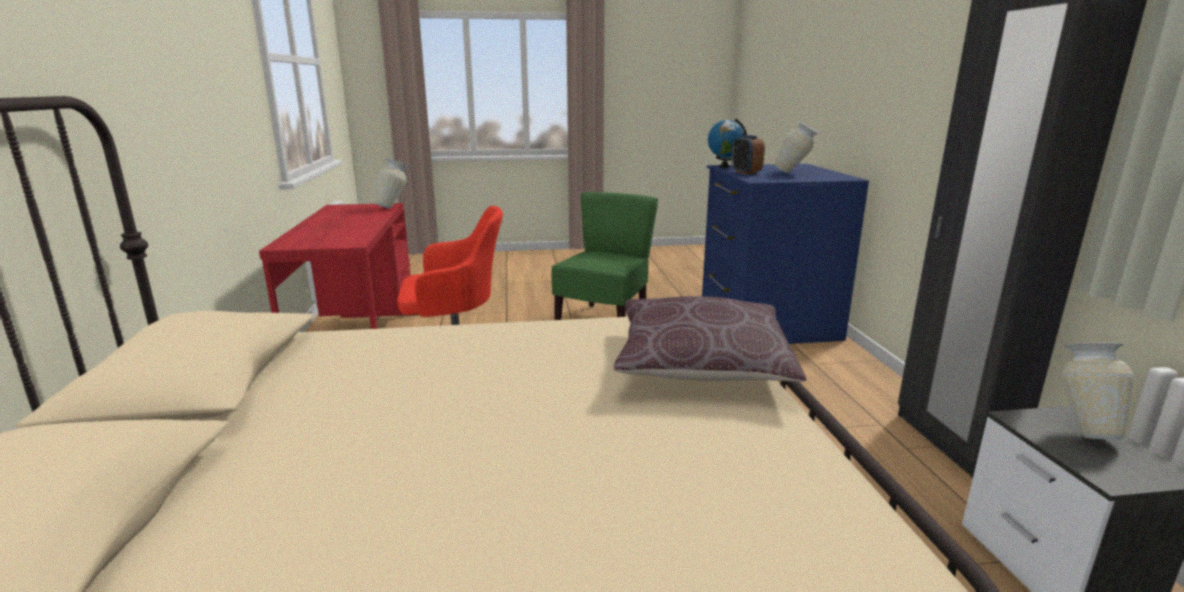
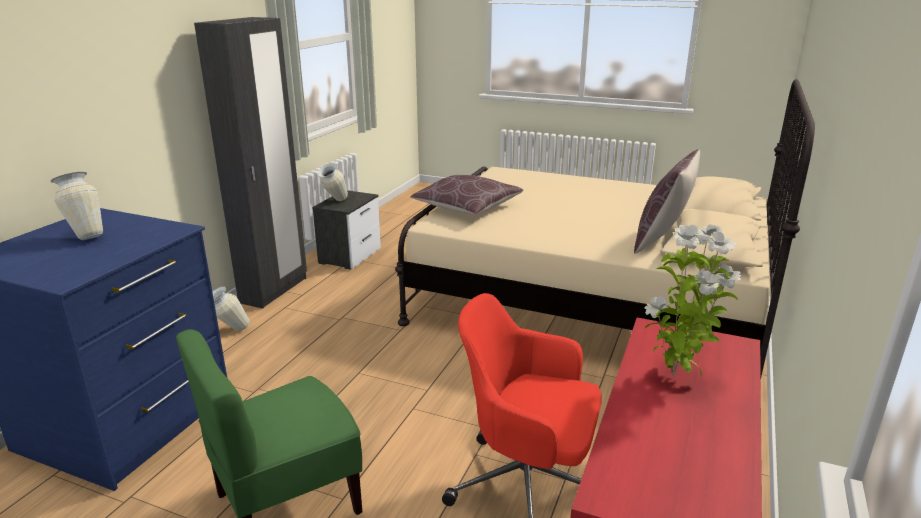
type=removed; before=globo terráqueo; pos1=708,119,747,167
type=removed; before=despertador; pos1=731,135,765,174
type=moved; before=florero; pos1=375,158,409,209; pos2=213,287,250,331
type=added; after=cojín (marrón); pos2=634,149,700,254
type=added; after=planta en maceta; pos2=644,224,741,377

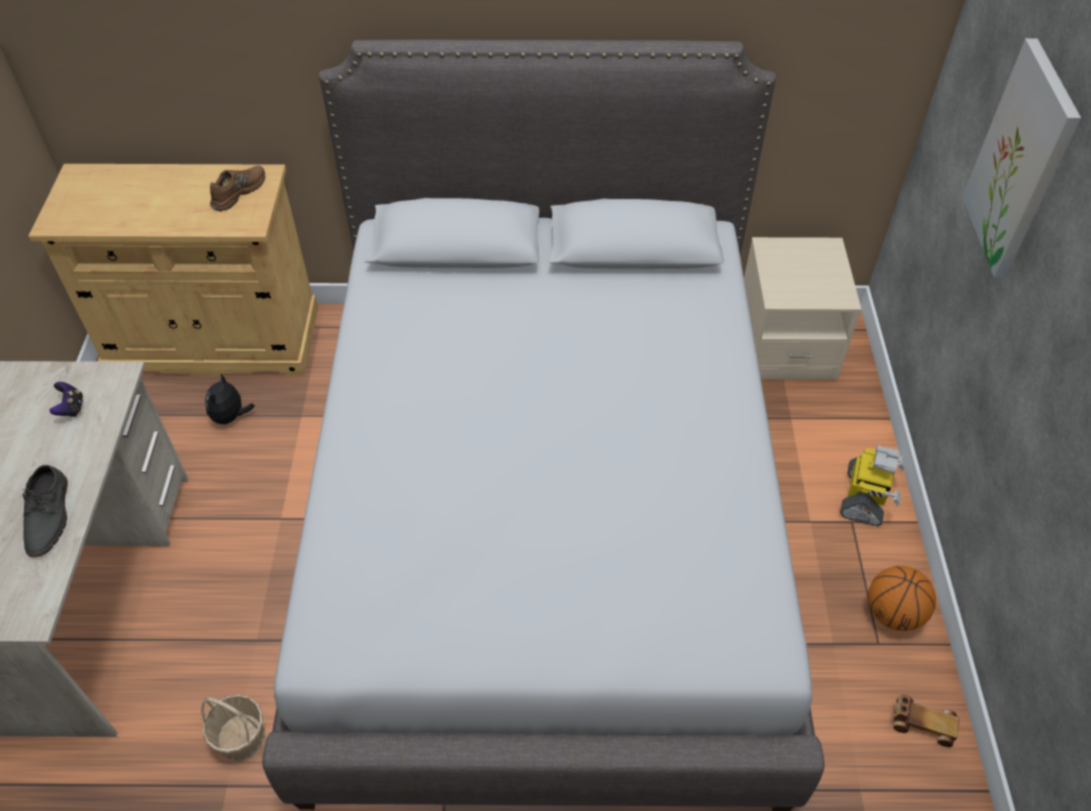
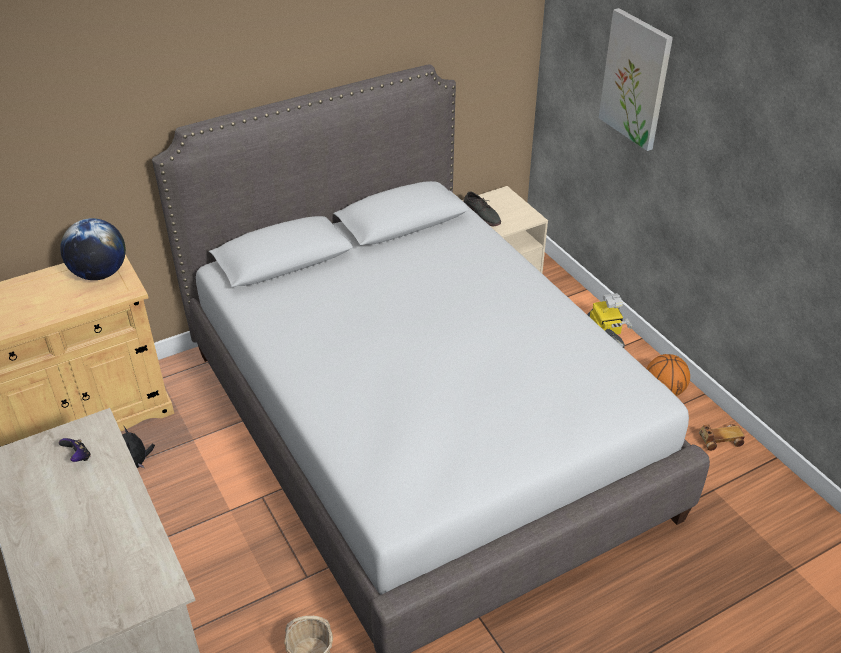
type=replaced; before=zapato (marrón); after=globo terráqueo; pos1=210,166,265,211; pos2=60,218,126,280
type=moved; before=zapato (gris); pos1=22,465,68,557; pos2=463,191,501,226

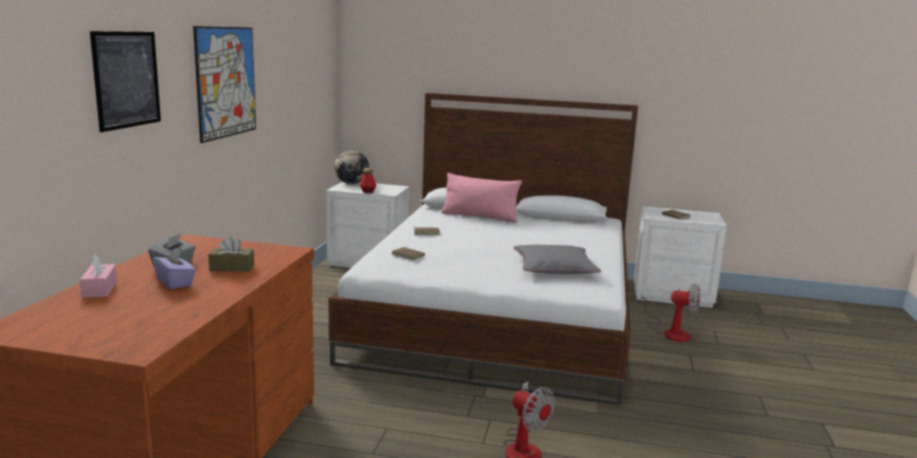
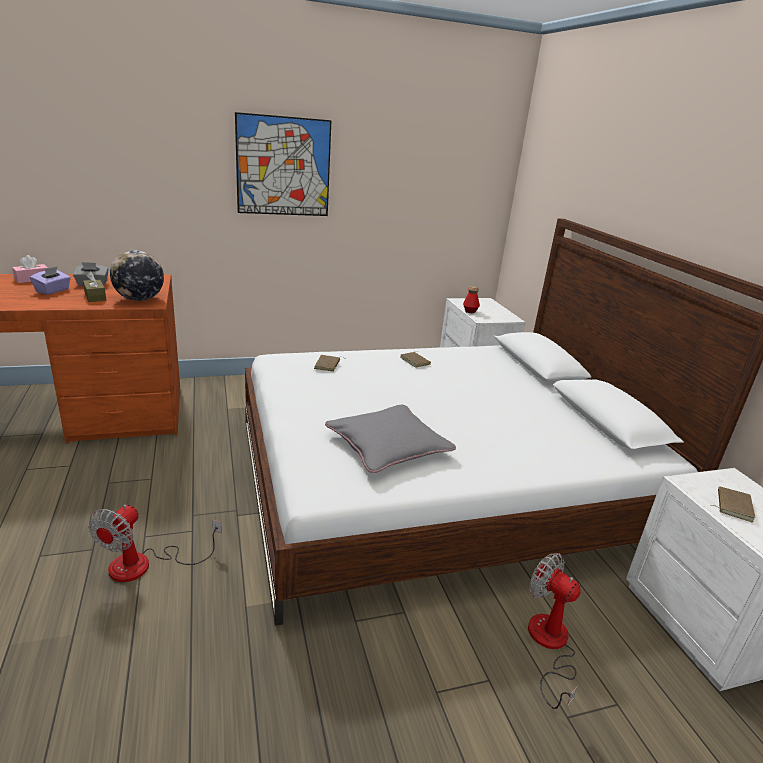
type=removed; before=cuadro; pos1=90,31,161,132
type=moved; before=globo terráqueo; pos1=335,150,369,184; pos2=110,250,164,301
type=removed; before=cojín (rosa); pos1=441,173,522,223
type=turned; before=ventilador; pos1=641,284,700,342; pos2=528,553,581,709; turn=150

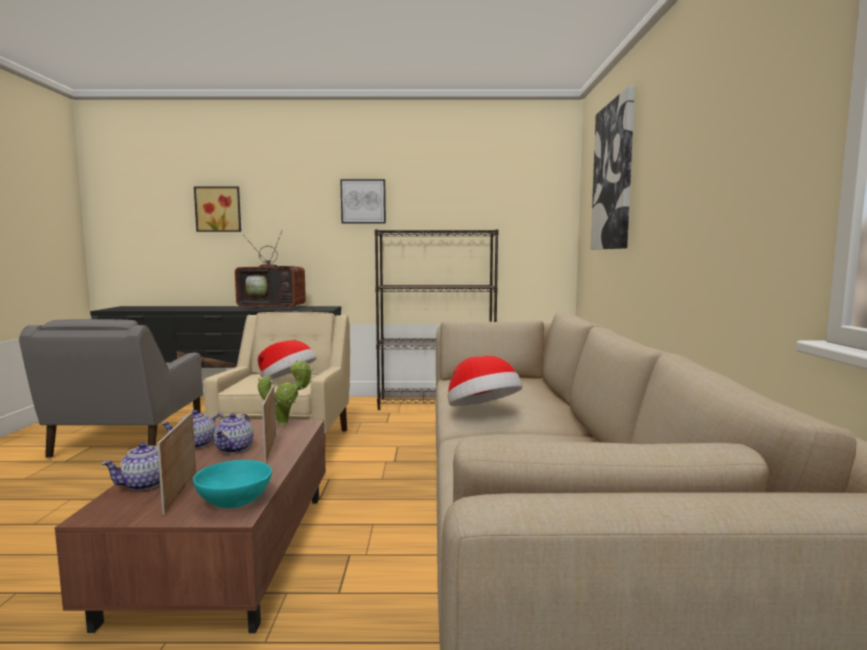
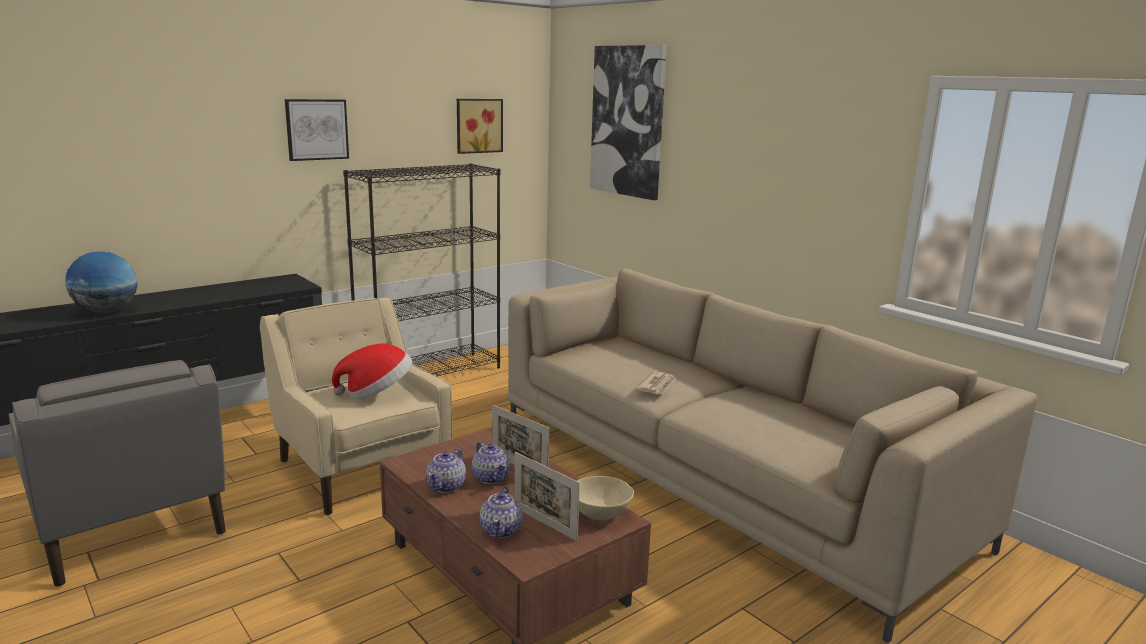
type=moved; before=cuadro; pos1=194,187,241,232; pos2=457,99,503,154
type=removed; before=televisor; pos1=235,231,314,310
type=replaced; before=sombrero; after=periódico; pos1=448,356,522,406; pos2=636,371,675,394
type=removed; before=planta en maceta; pos1=258,360,313,425
type=recoloured; before=cuenco (turquesa); after=cuenco (beis); pos1=193,460,272,508; pos2=577,476,634,520
type=added; after=globo terráqueo; pos2=65,252,138,313

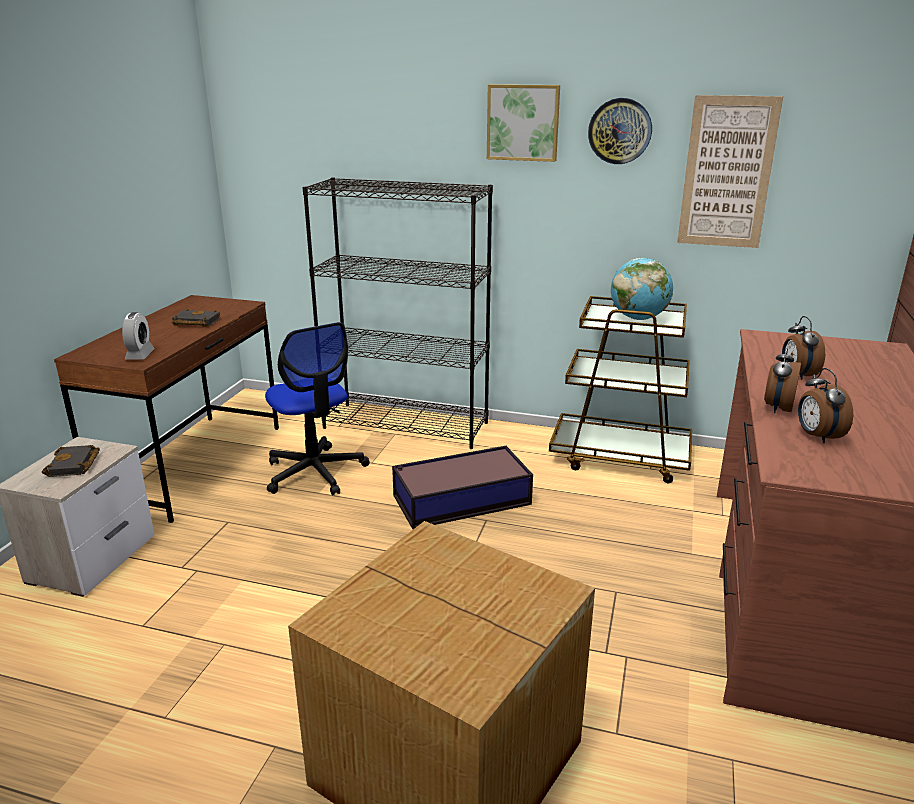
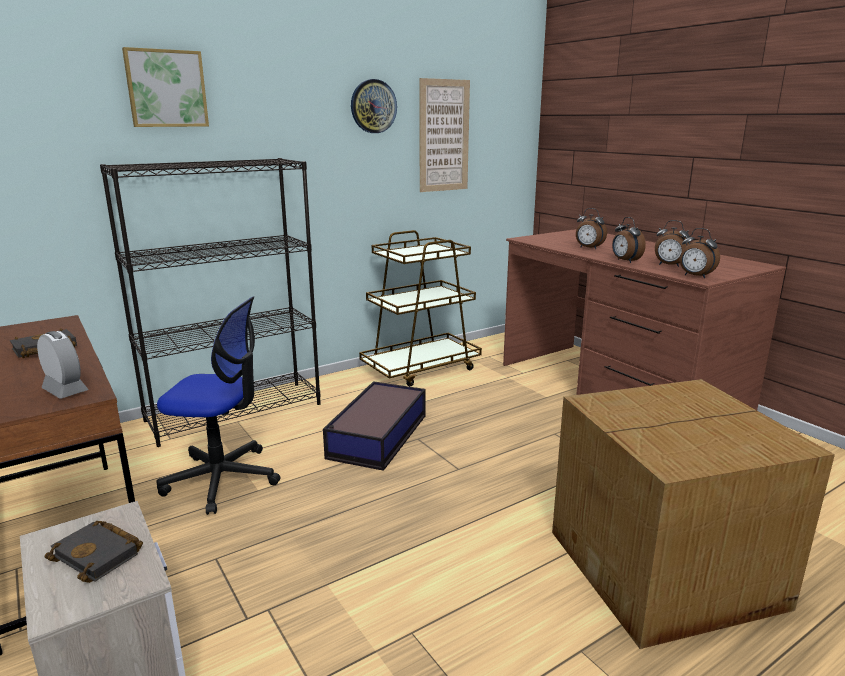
type=moved; before=cuadro; pos1=487,84,560,162; pos2=122,47,209,127
type=removed; before=globo terráqueo; pos1=611,258,673,320
type=added; after=despertador; pos2=680,228,720,278

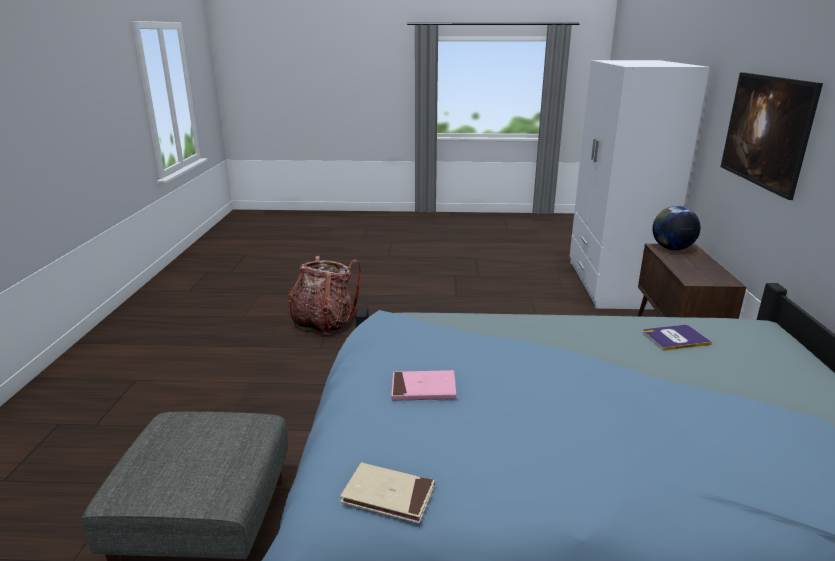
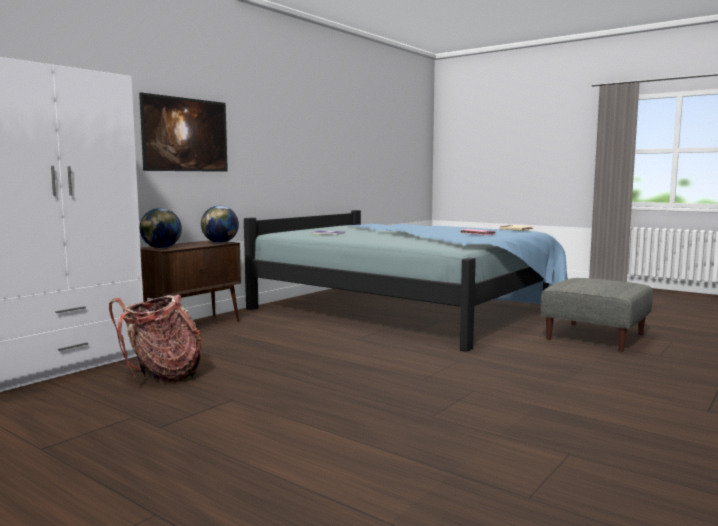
type=moved; before=mochila; pos1=289,256,362,335; pos2=109,295,201,382
type=added; after=globo terráqueo; pos2=201,206,239,243

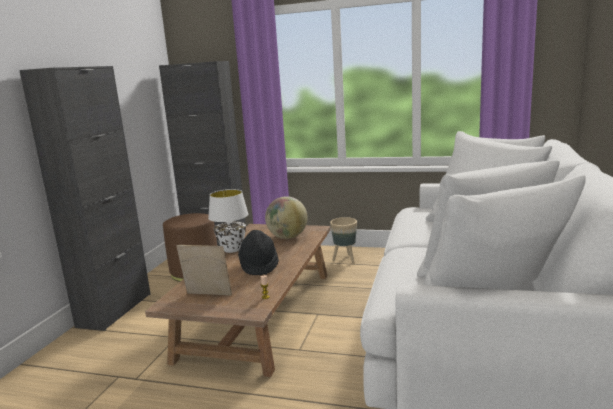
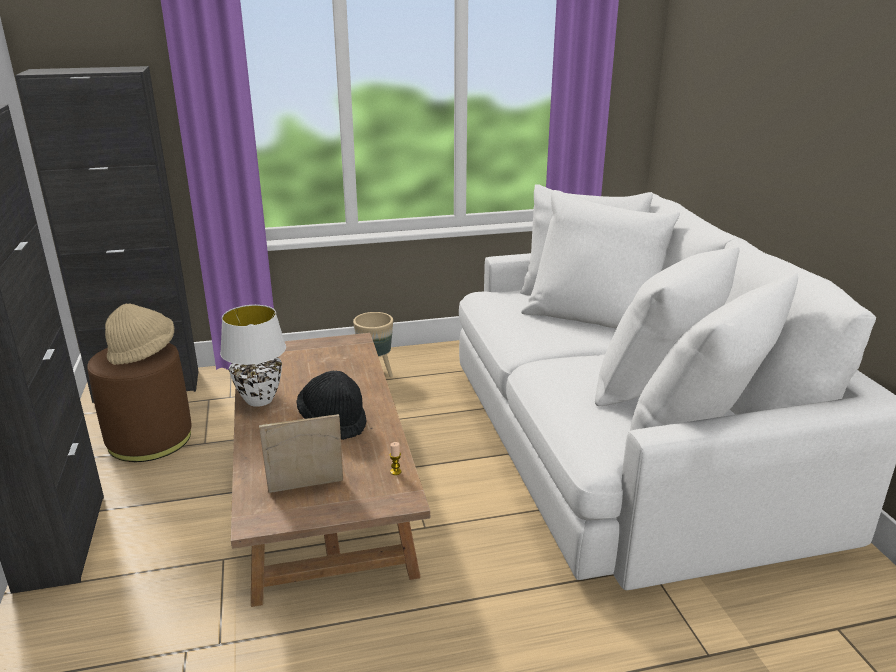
type=removed; before=globo terráqueo; pos1=265,196,308,239
type=added; after=sombrero (beis); pos2=105,303,174,365

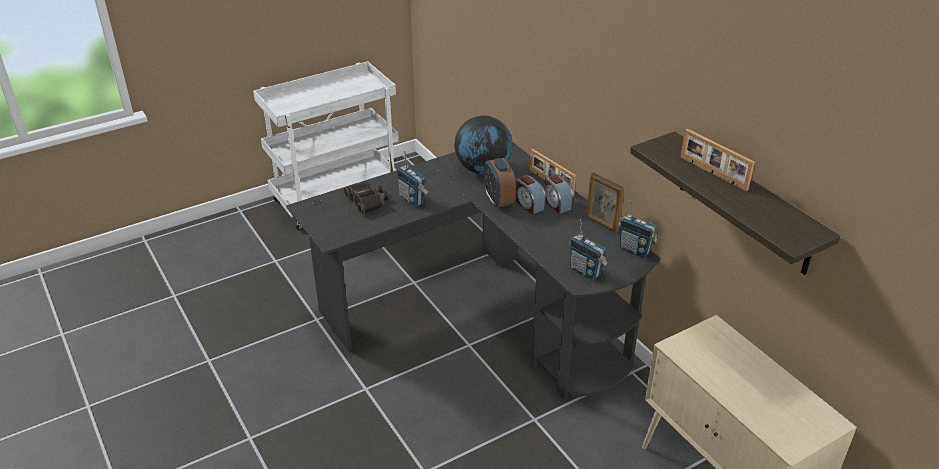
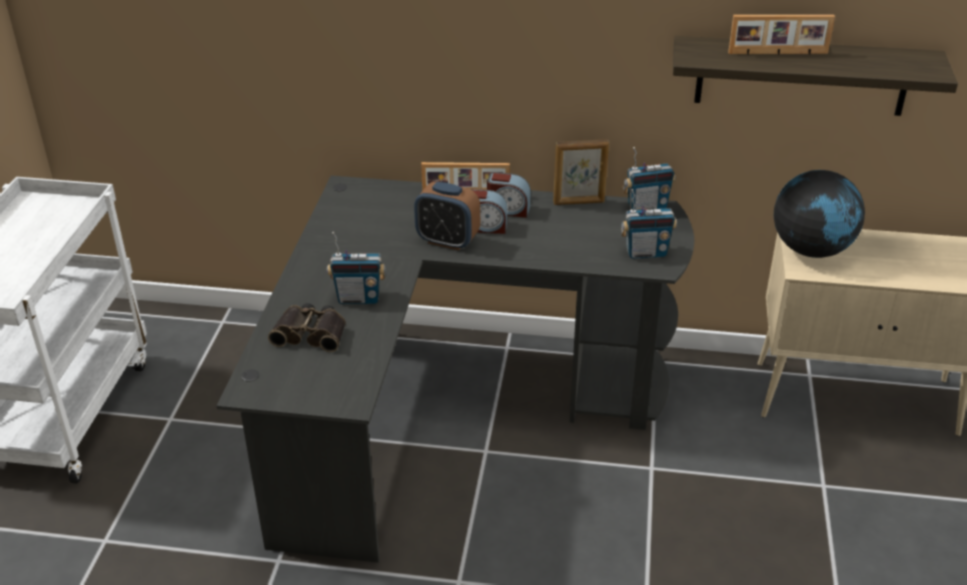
type=moved; before=globo terráqueo; pos1=454,116,513,174; pos2=774,170,865,258

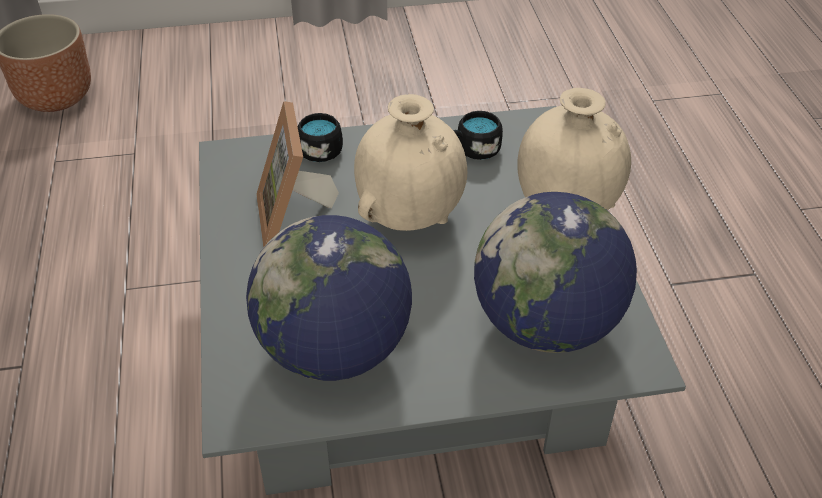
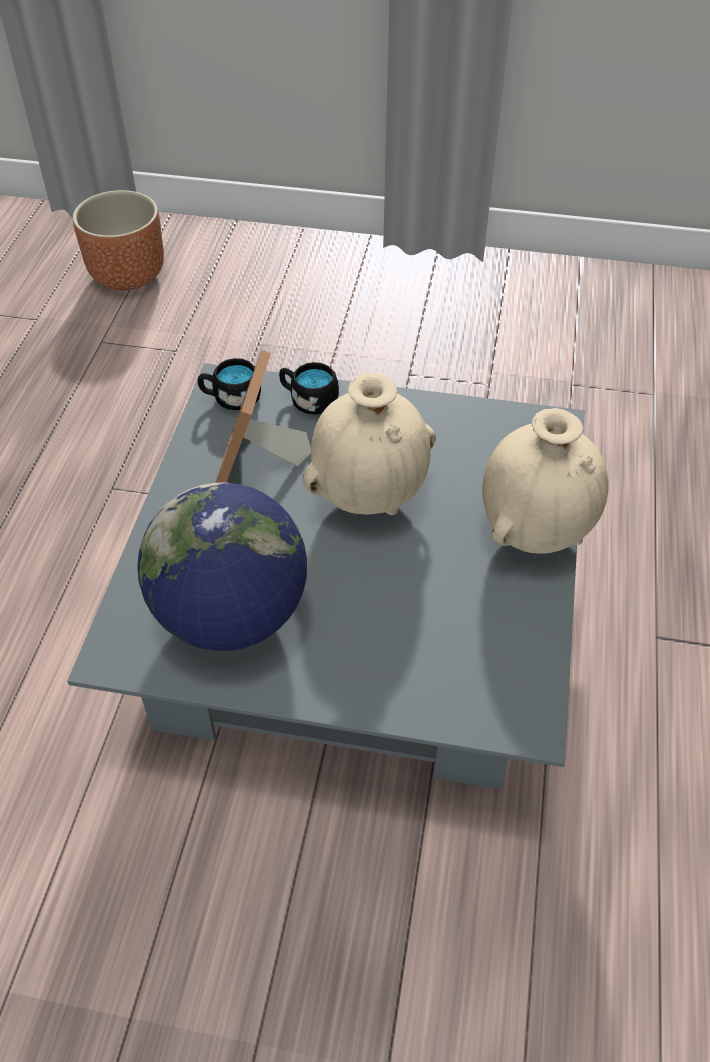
type=moved; before=taza grande (negro); pos1=453,111,503,160; pos2=197,358,261,410
type=removed; before=globo terráqueo; pos1=474,192,637,353

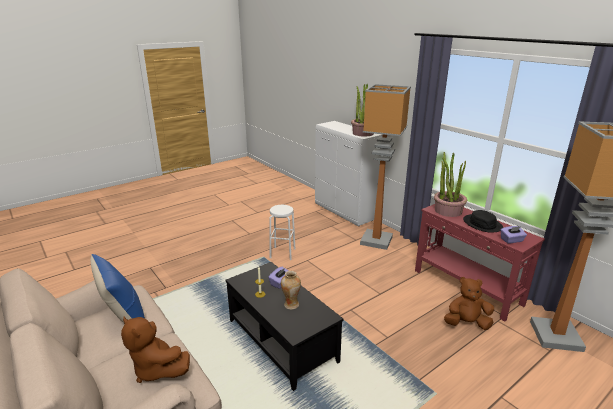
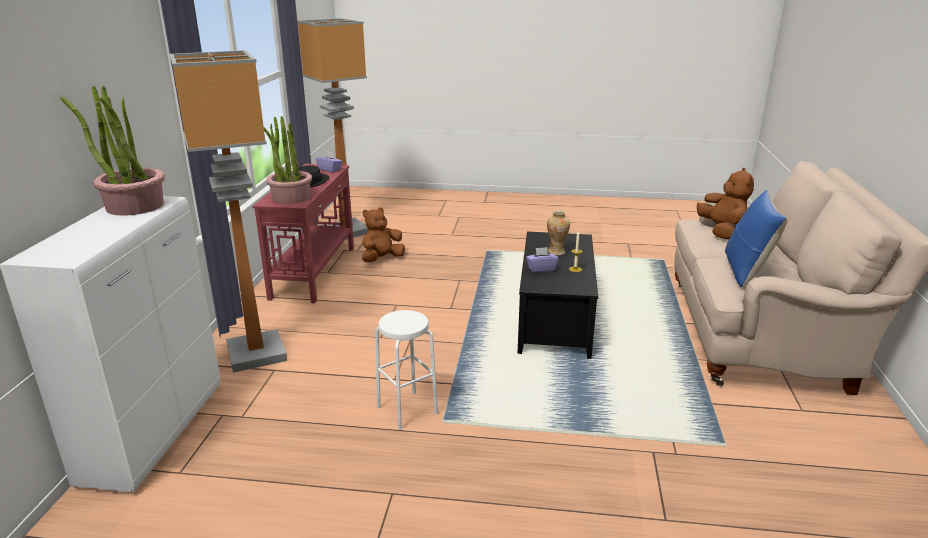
type=turned; before=peluche (marrón); pos1=444,277,494,330; pos2=362,207,405,262; turn=90

